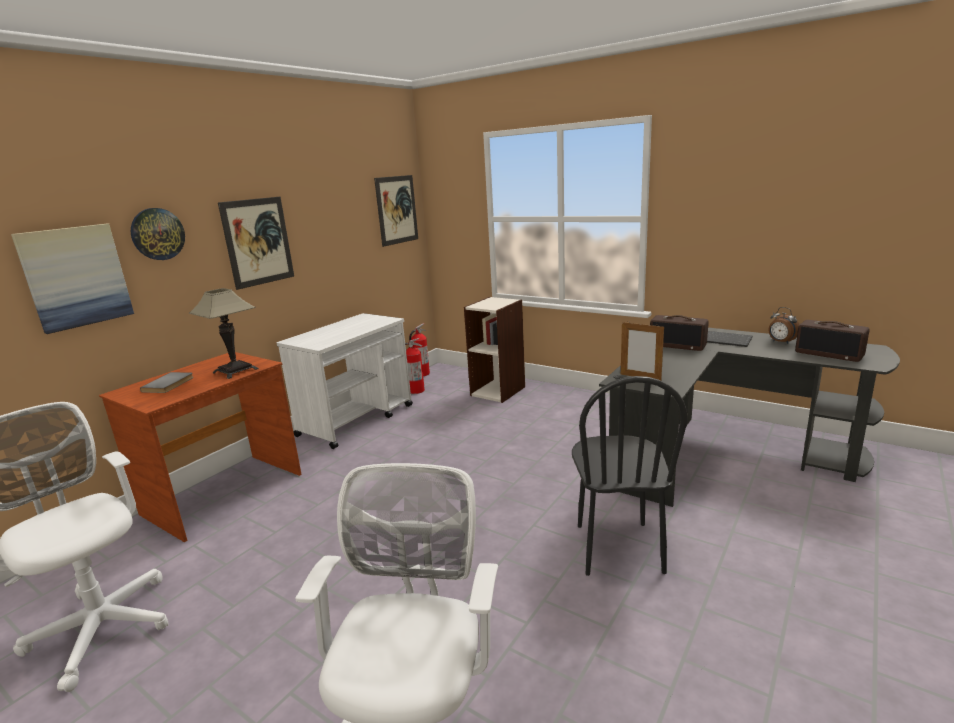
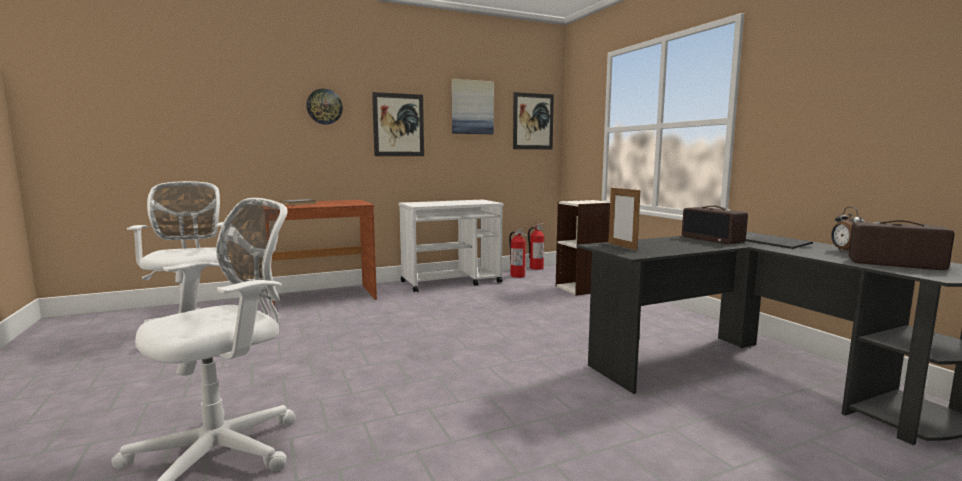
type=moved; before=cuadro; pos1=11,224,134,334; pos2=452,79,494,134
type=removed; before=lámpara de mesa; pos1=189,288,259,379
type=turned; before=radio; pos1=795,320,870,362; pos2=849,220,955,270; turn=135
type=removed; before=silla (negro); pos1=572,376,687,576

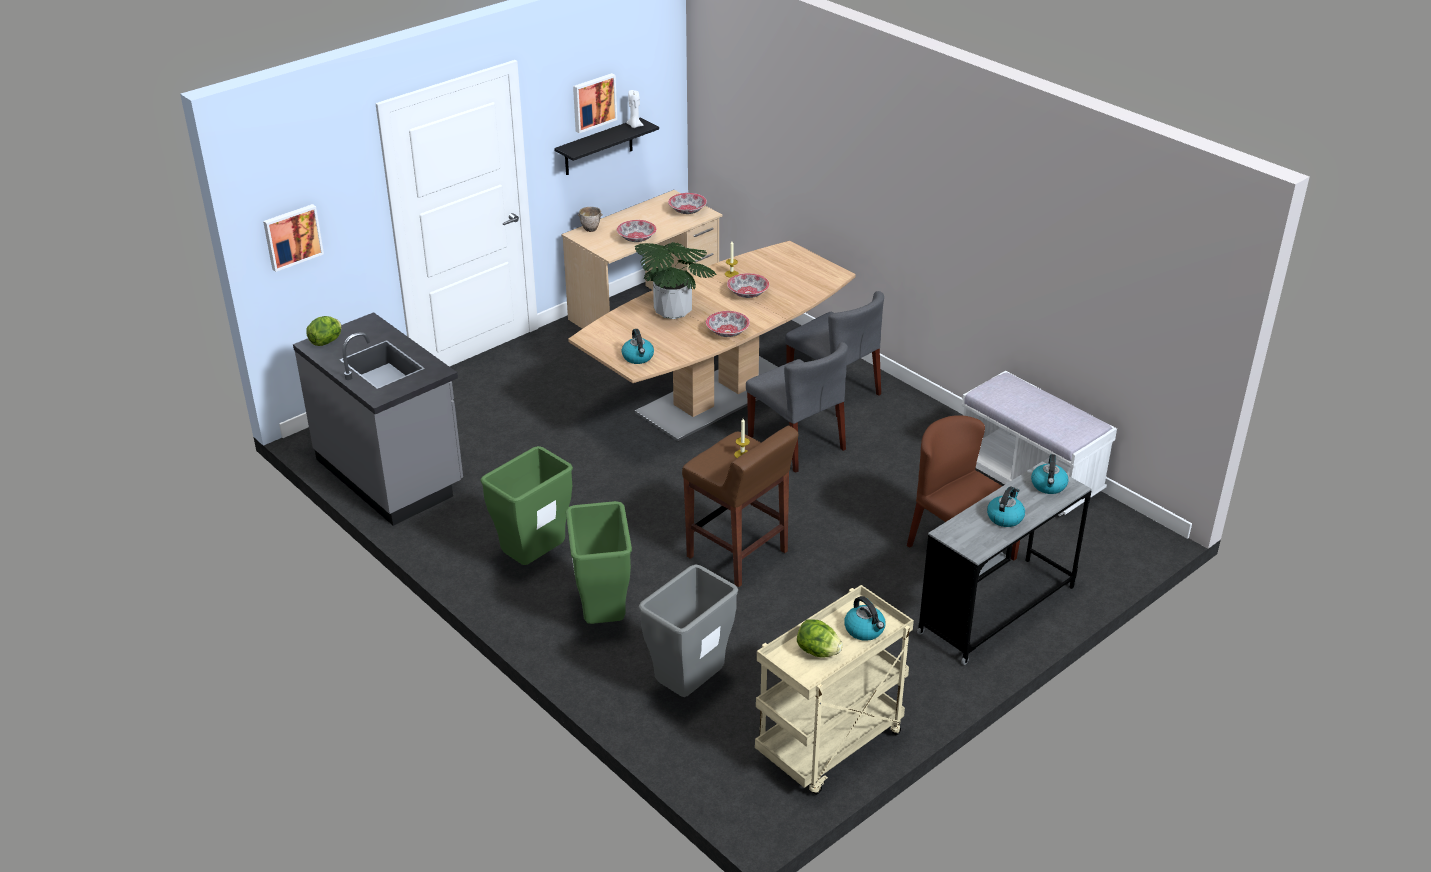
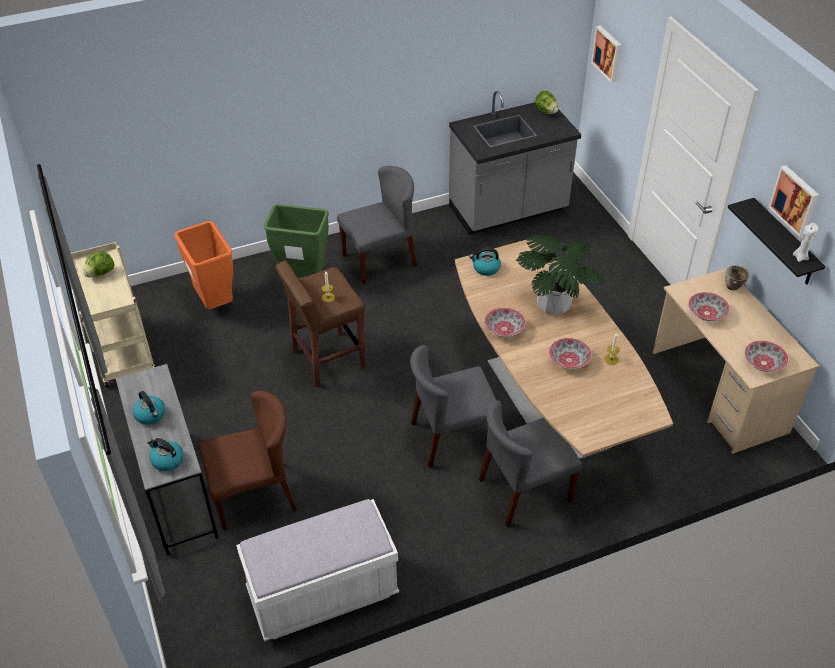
type=replaced; before=papelera (verde); after=silla (gris); pos1=480,446,573,565; pos2=337,166,417,285
type=recoloured; before=papelera (gris); after=papelera (naranja); pos1=639,564,738,697; pos2=175,221,233,309
type=removed; before=hervidor; pos1=844,596,886,641

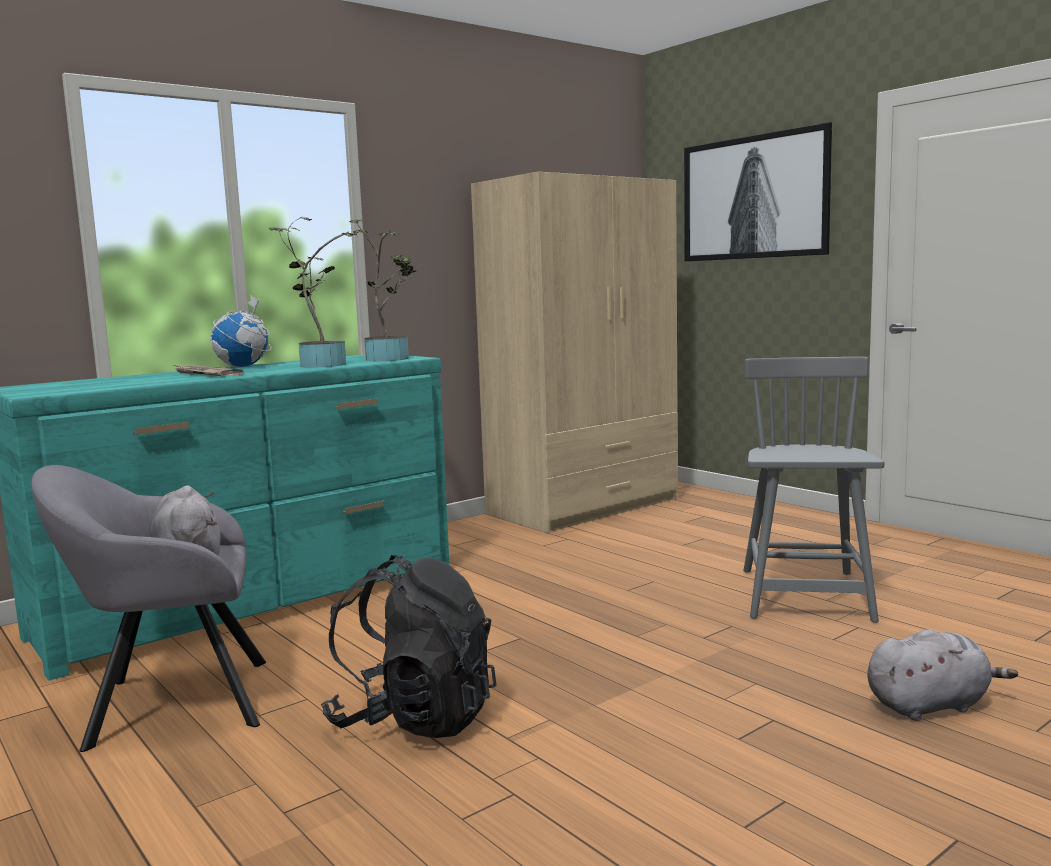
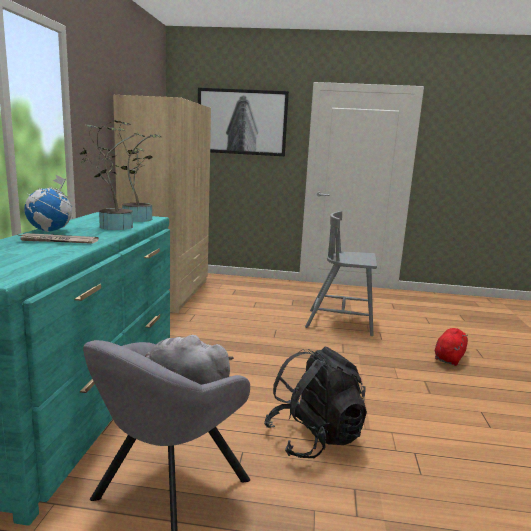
type=turned; before=silla (gris); pos1=743,357,884,623; pos2=305,211,377,336; turn=-45
type=recoloured; before=peluche (gris); after=peluche (rojo); pos1=867,629,1018,721; pos2=435,328,468,366

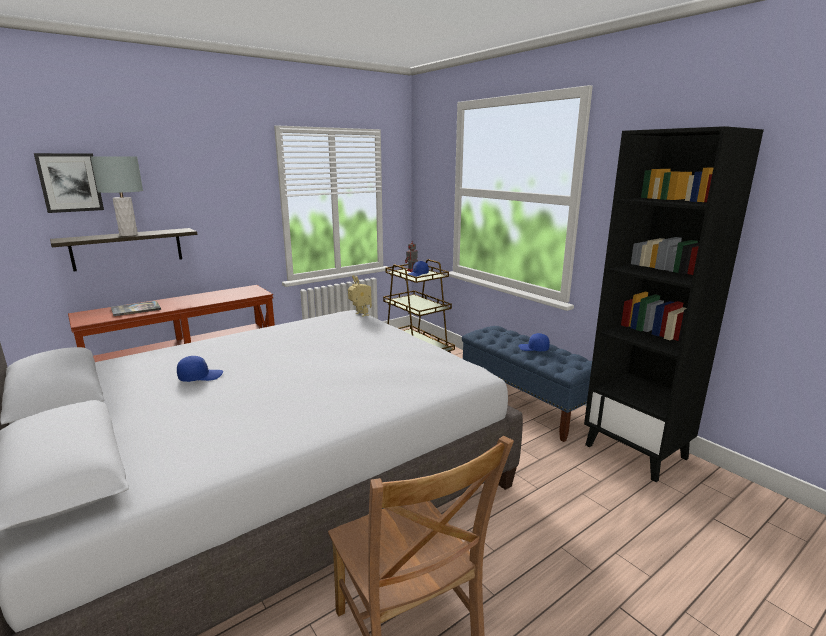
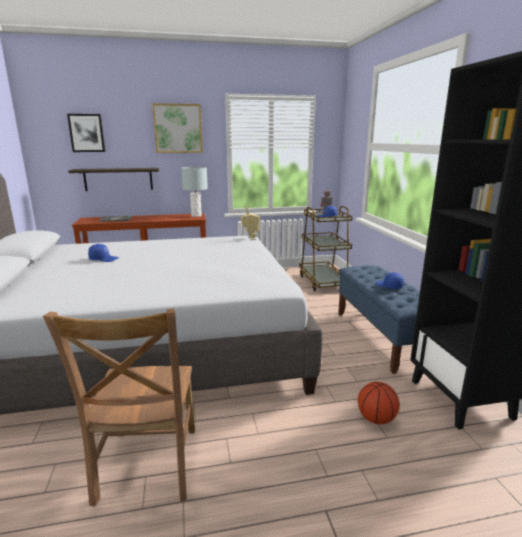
type=moved; before=lámpara de mesa (gris); pos1=90,156,143,236; pos2=181,167,208,217
type=added; after=cuadro; pos2=152,103,203,153
type=added; after=balón de baloncesto; pos2=358,382,400,424

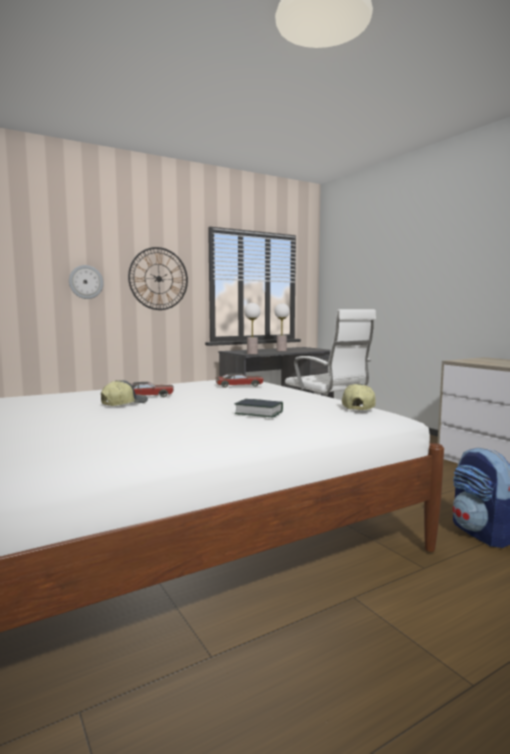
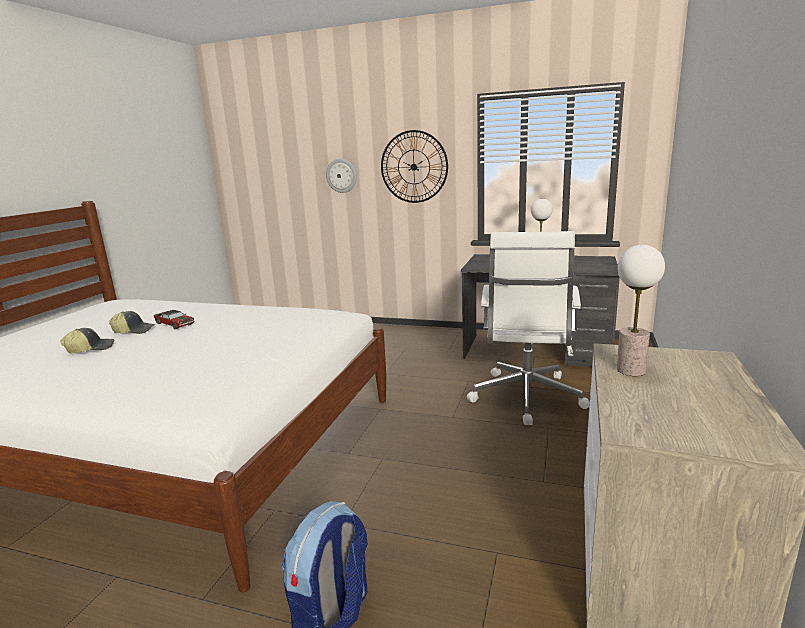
type=moved; before=lámpara de mesa; pos1=244,303,261,354; pos2=616,245,665,376
type=removed; before=coche de juguete; pos1=215,373,264,388
type=moved; before=gorra; pos1=342,383,376,410; pos2=60,328,114,353
type=removed; before=libro; pos1=234,399,283,417

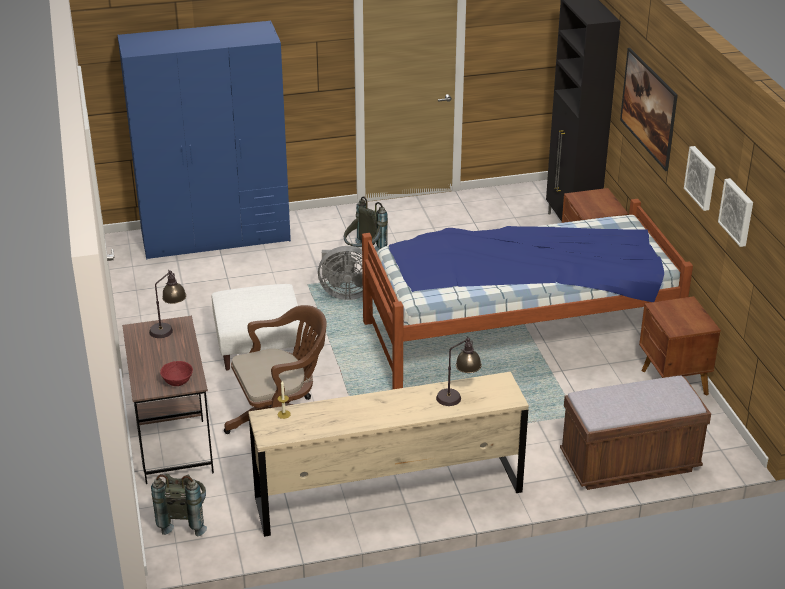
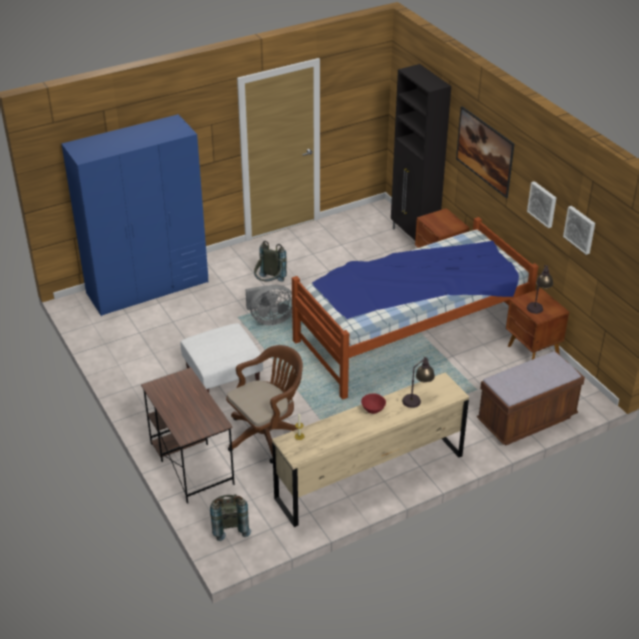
type=moved; before=lámpara de mesa; pos1=149,270,186,338; pos2=527,265,553,314
type=moved; before=cuenco (rojo); pos1=160,361,193,386; pos2=361,393,386,414

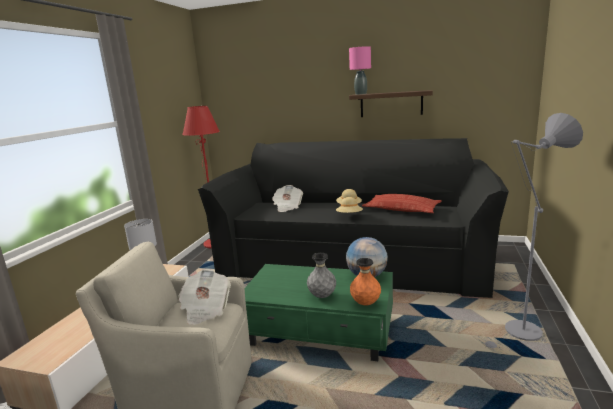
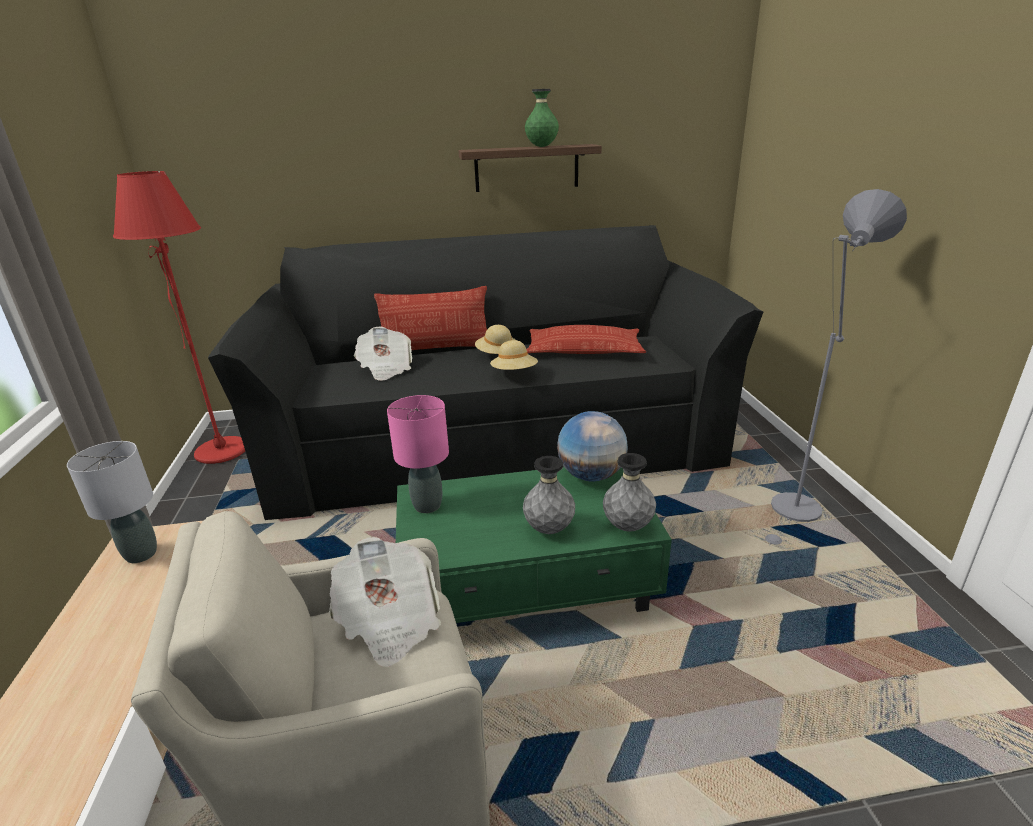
type=moved; before=lámpara de mesa (rosa); pos1=349,46,371,95; pos2=387,395,449,513
type=recoloured; before=florero (naranja); after=florero (gris); pos1=350,258,381,305; pos2=603,453,656,531
type=added; after=florero (verde); pos2=525,89,559,147
type=added; after=cojín; pos2=374,286,487,350

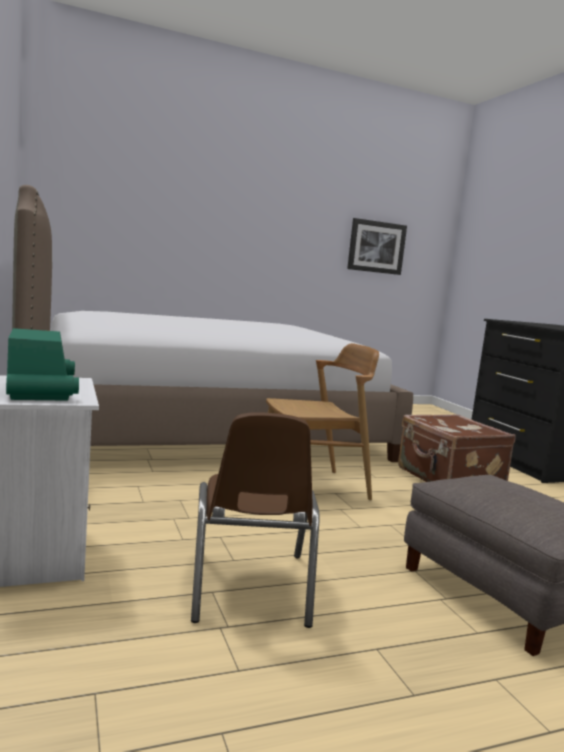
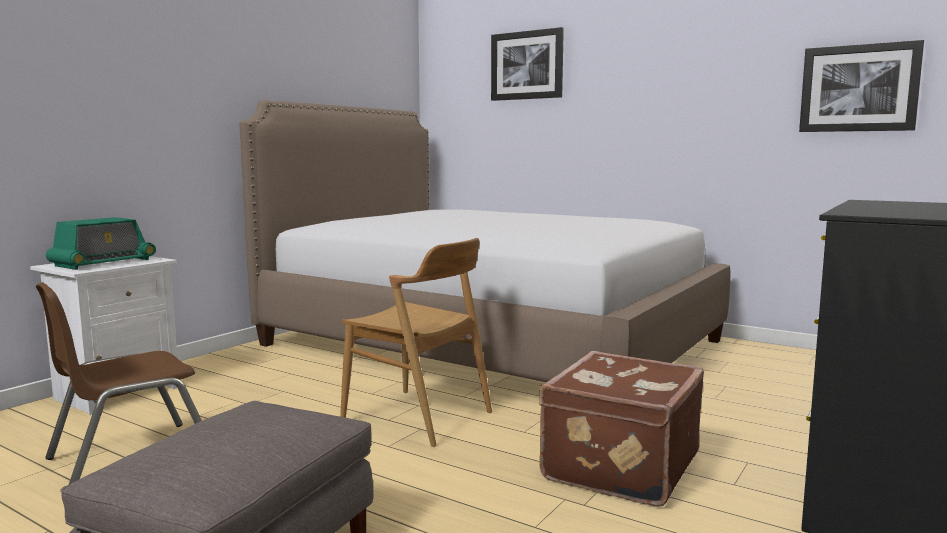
type=added; after=cuadro; pos2=491,27,564,101

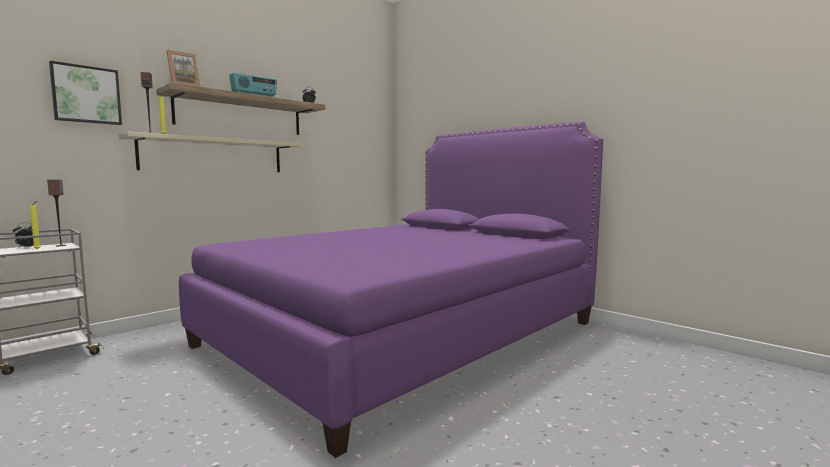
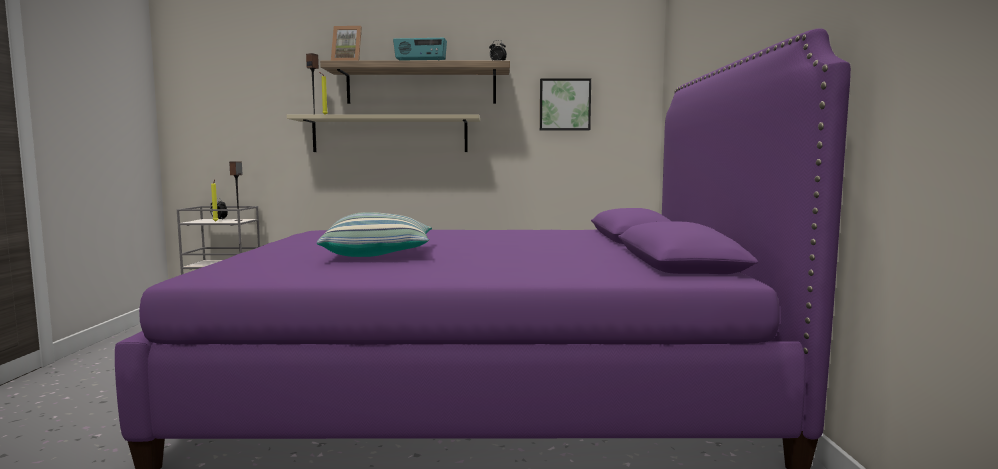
type=moved; before=cuadro; pos1=49,61,122,125; pos2=540,78,591,130
type=added; after=cojín; pos2=317,212,432,257

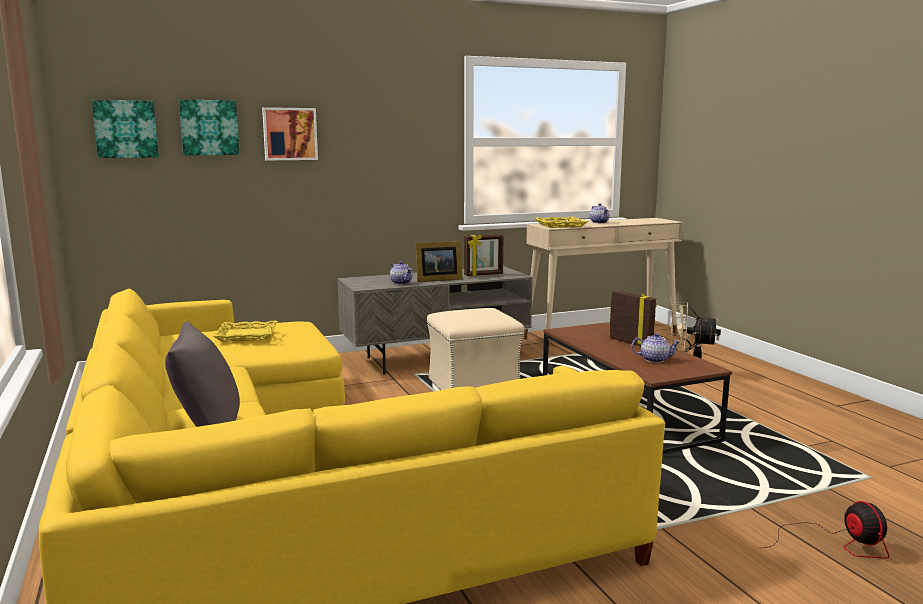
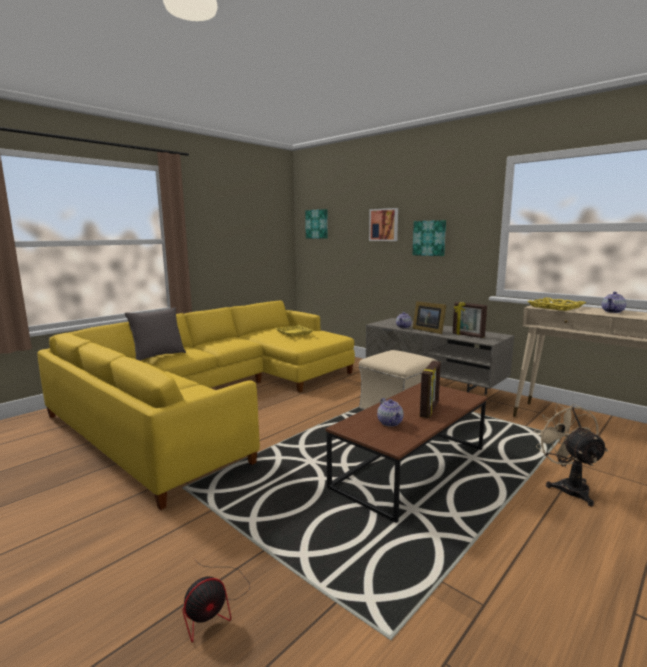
type=moved; before=cuadro; pos1=179,99,240,156; pos2=412,220,446,256

